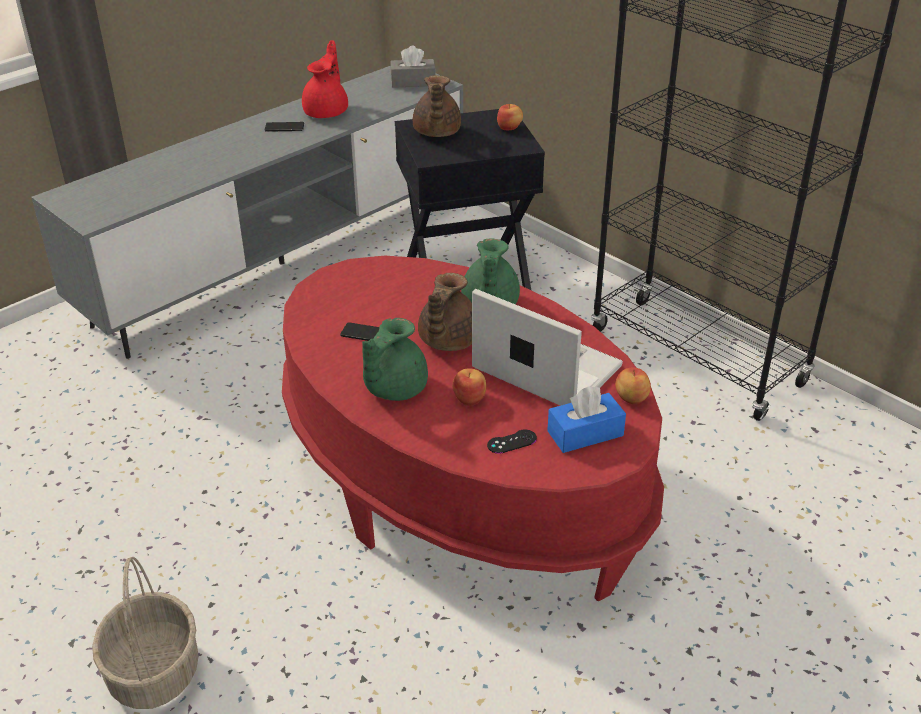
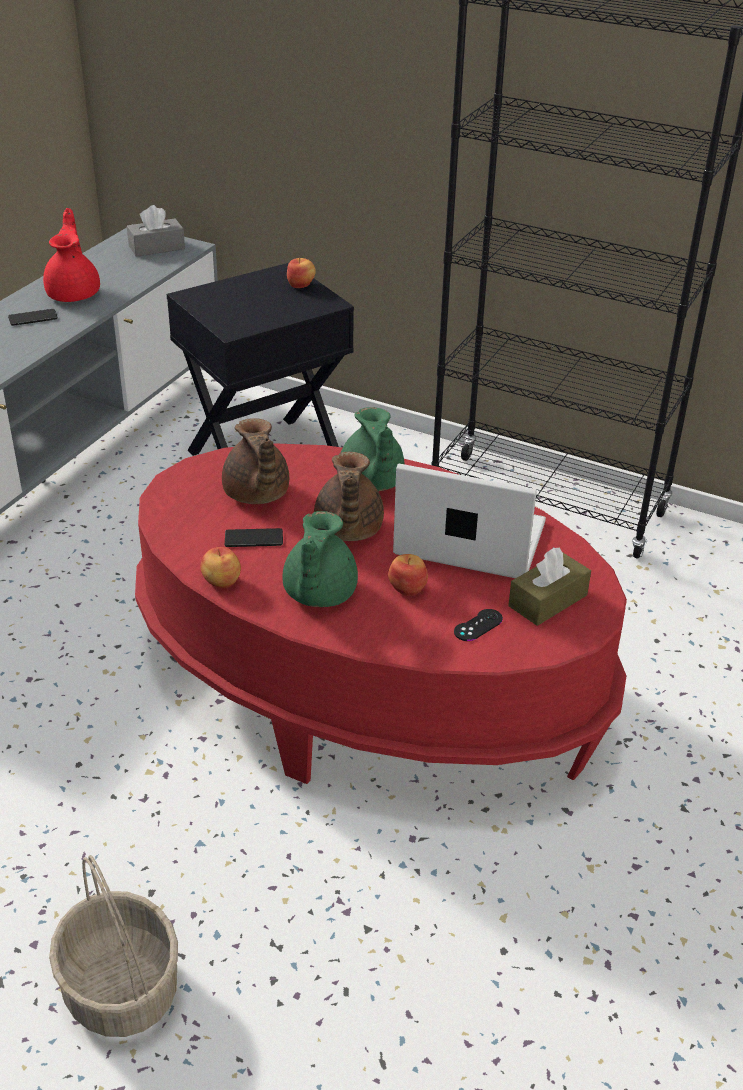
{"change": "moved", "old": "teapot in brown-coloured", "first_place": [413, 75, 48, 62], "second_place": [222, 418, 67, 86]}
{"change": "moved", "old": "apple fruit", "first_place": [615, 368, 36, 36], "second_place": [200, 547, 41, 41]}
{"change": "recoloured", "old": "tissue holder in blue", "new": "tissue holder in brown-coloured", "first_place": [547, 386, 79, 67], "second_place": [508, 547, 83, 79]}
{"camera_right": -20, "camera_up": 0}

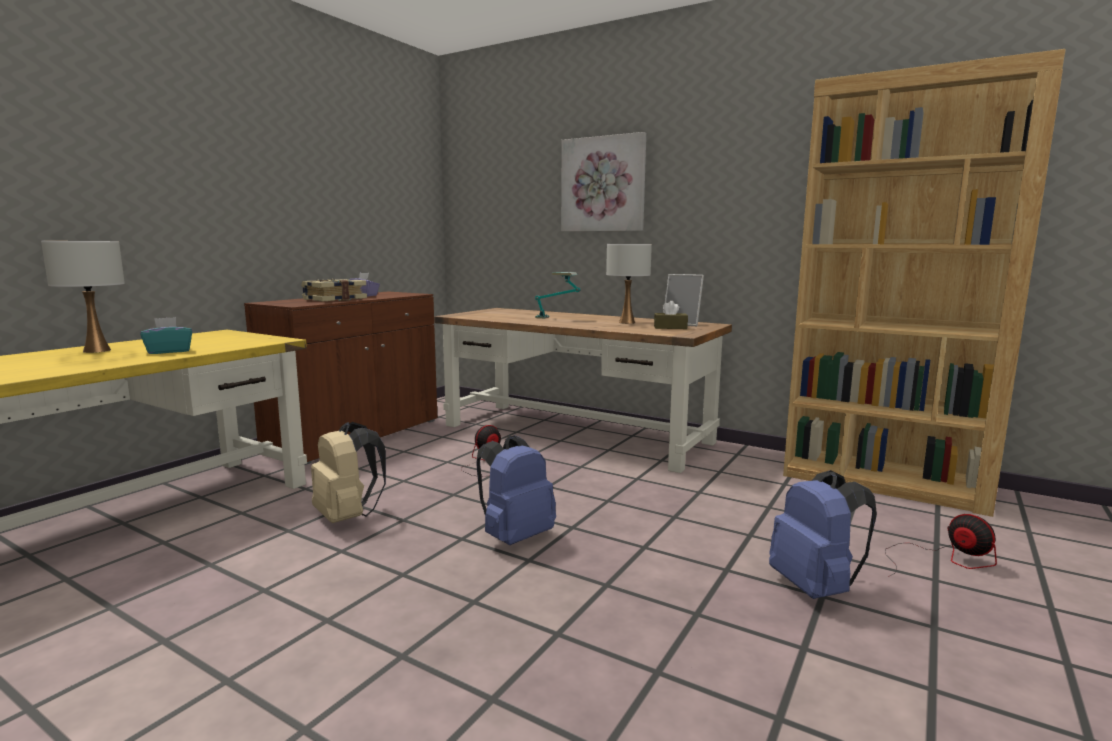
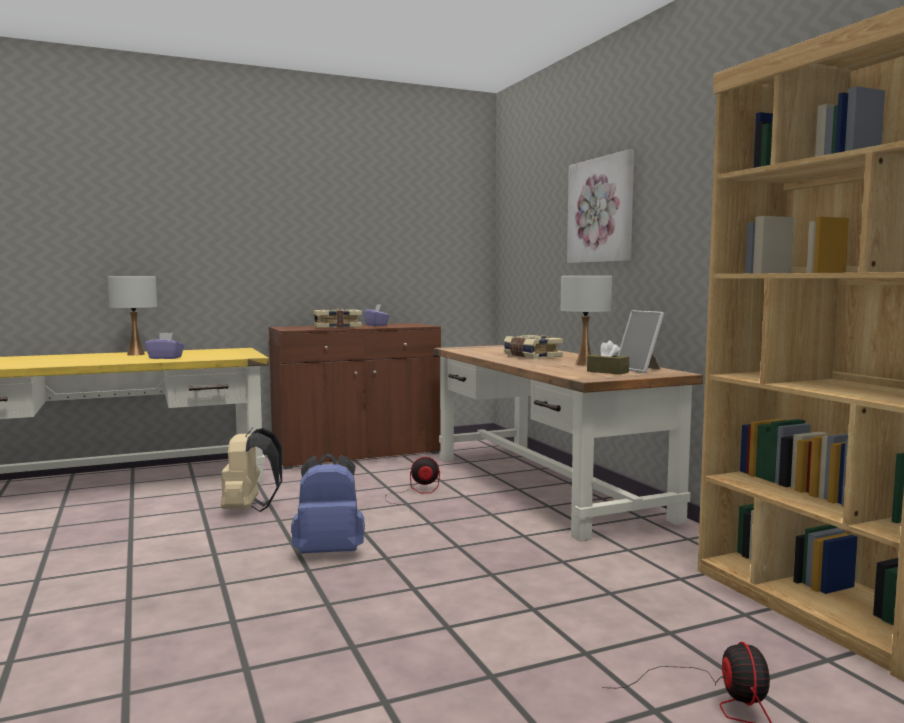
{"change": "replaced", "old": "lamp for a table", "new": "volume", "first_place": [535, 272, 45, 47], "second_place": [504, 335, 59, 24]}
{"change": "recoloured", "old": "tissue holder in turquoise-coloured", "new": "tissue holder in purplish", "first_place": [140, 317, 52, 37], "second_place": [145, 333, 40, 26]}
{"change": "removed", "old": "backpack in blue", "first_place": [769, 470, 108, 129]}
{"camera_right": 35, "camera_up": -5}

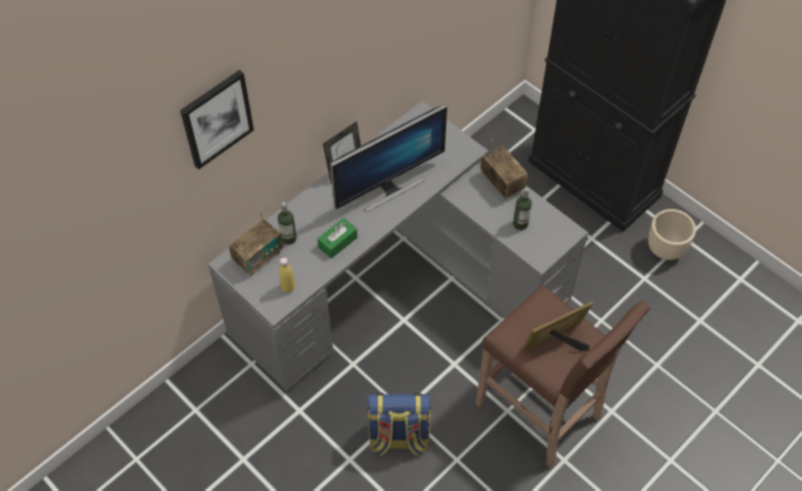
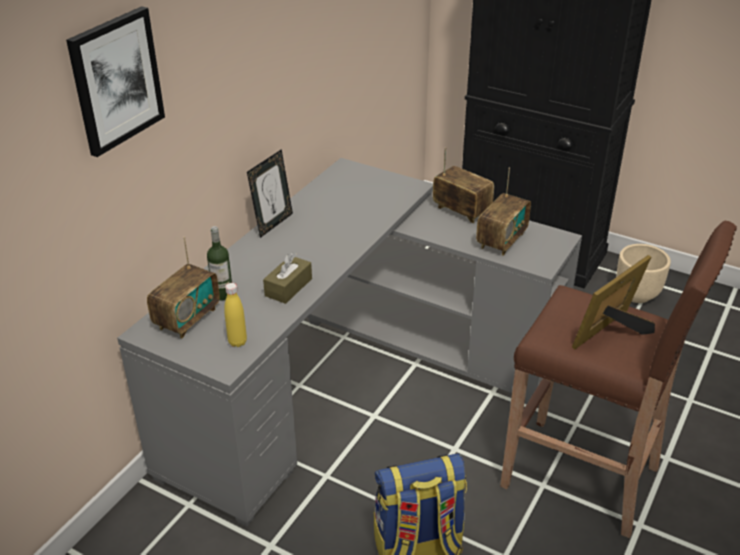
{"change": "removed", "old": "computer display", "first_place": [330, 104, 117, 108]}
{"change": "replaced", "old": "drink bottle", "new": "radio", "first_place": [513, 188, 19, 42], "second_place": [476, 168, 55, 88]}
{"change": "recoloured", "old": "tissue holder in greenish", "new": "tissue holder in brown-coloured", "first_place": [317, 218, 40, 41], "second_place": [263, 252, 49, 52]}
{"camera_right": -15, "camera_up": -20}

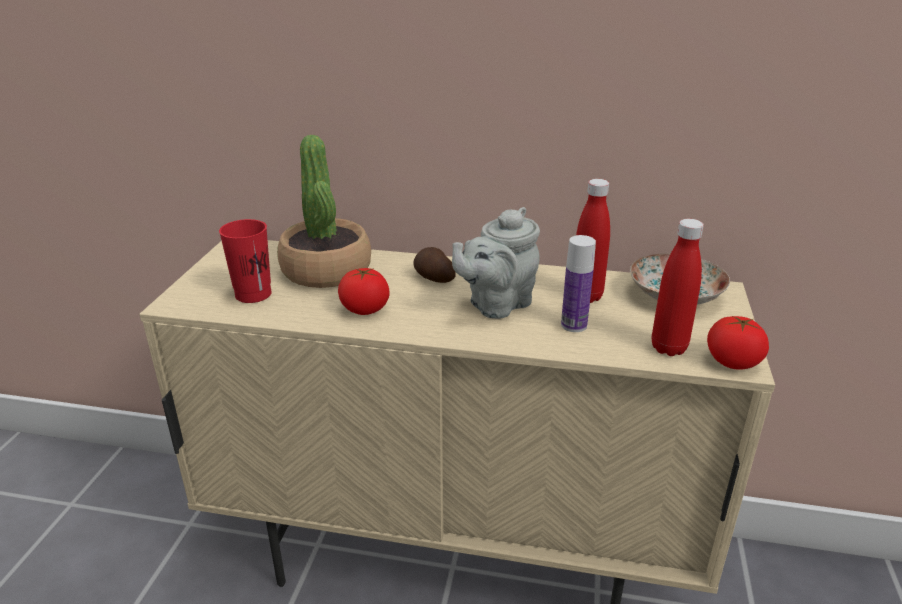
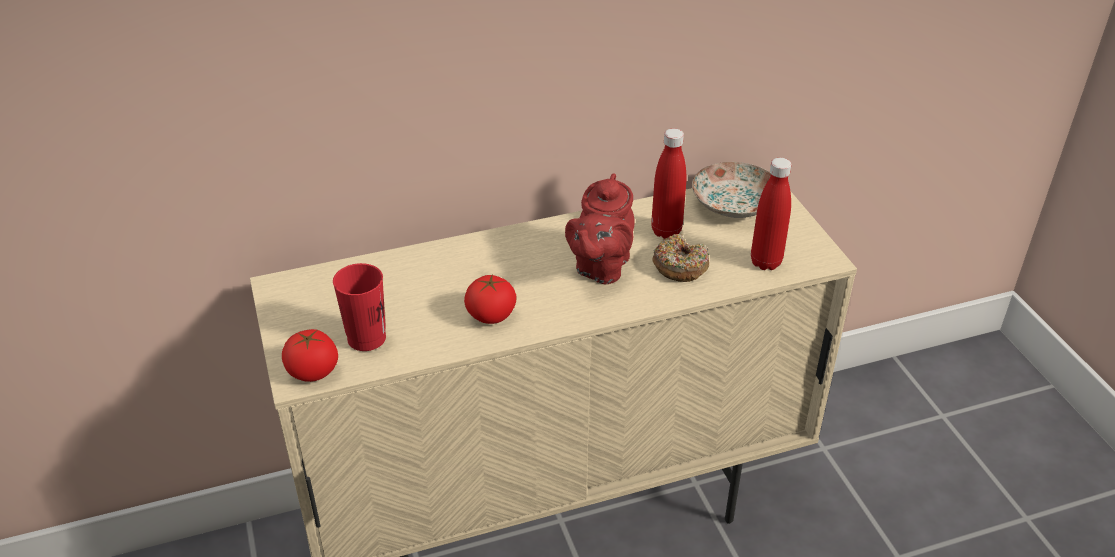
{"change": "removed", "old": "potted plant", "first_place": [277, 135, 94, 153]}
{"change": "recoloured", "old": "teapot in greyish", "new": "teapot in red-coloured", "first_place": [452, 207, 88, 112], "second_place": [565, 173, 70, 111]}
{"change": "replaced", "old": "drink bottle", "new": "doughnut", "first_place": [561, 235, 35, 97], "second_place": [652, 234, 57, 48]}
{"change": "removed", "old": "potato", "first_place": [413, 247, 43, 36]}
{"change": "moved", "old": "whole tomato", "first_place": [707, 316, 62, 54], "second_place": [282, 329, 56, 53]}
{"camera_right": -30, "camera_up": 10}

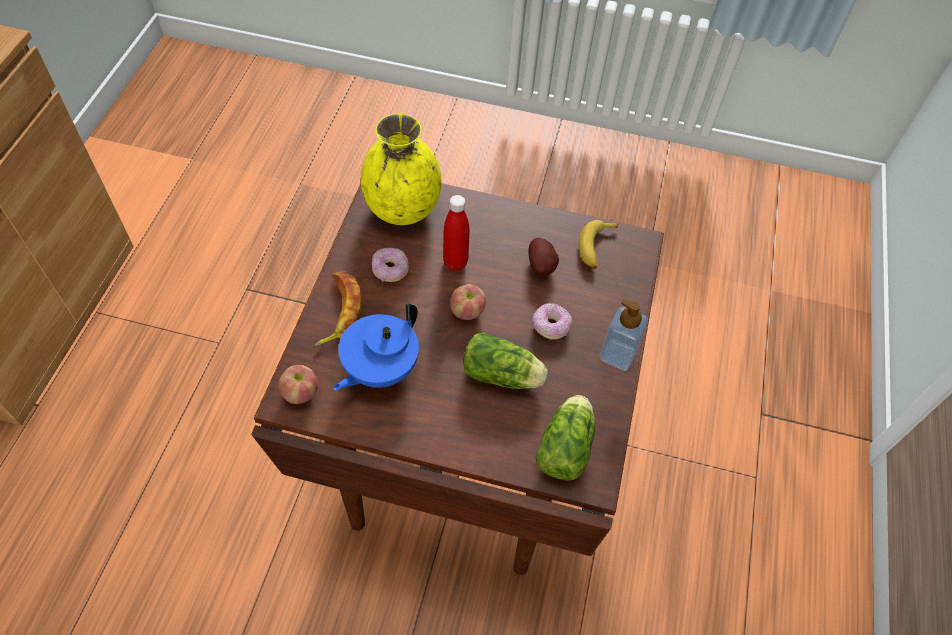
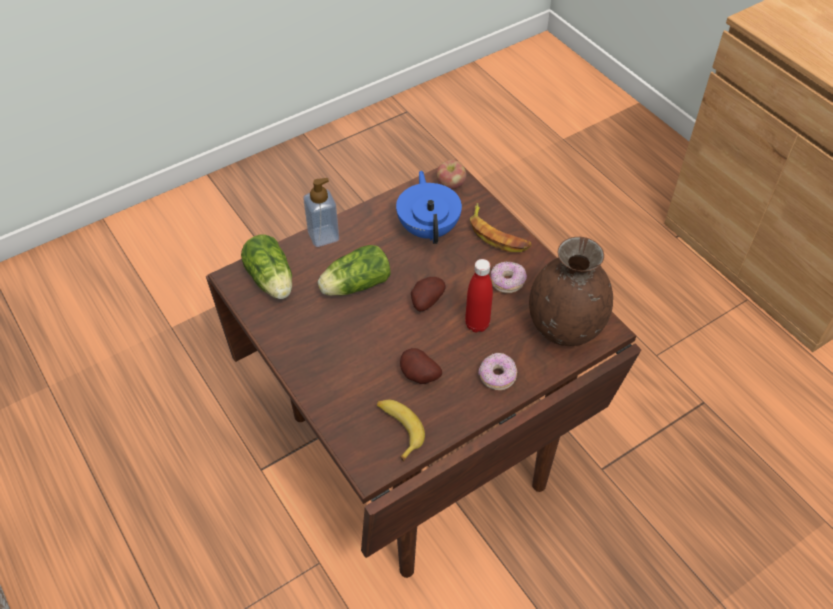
{"change": "recoloured", "old": "vase in yellow", "new": "vase in brown-coloured", "first_place": [361, 113, 80, 112], "second_place": [529, 237, 84, 109]}
{"change": "replaced", "old": "apple fruit", "new": "potato", "first_place": [450, 284, 36, 36], "second_place": [411, 277, 35, 34]}
{"change": "moved", "old": "liquid soap bottle", "first_place": [600, 299, 48, 72], "second_place": [303, 178, 36, 69]}
{"change": "moved", "old": "doughnut", "first_place": [533, 303, 39, 37], "second_place": [478, 353, 39, 37]}
{"camera_right": 135, "camera_up": -5}

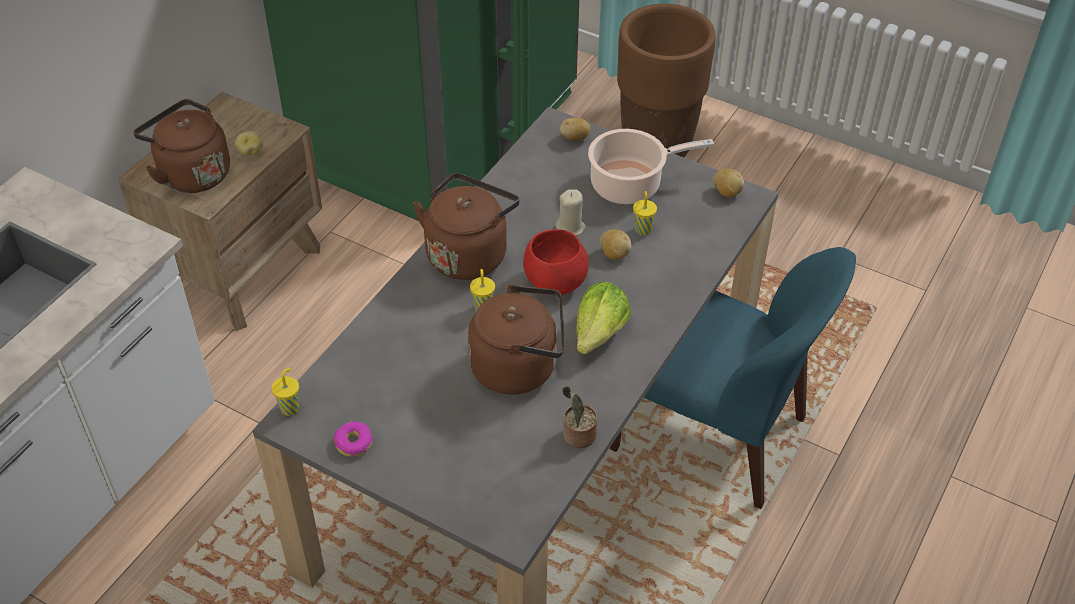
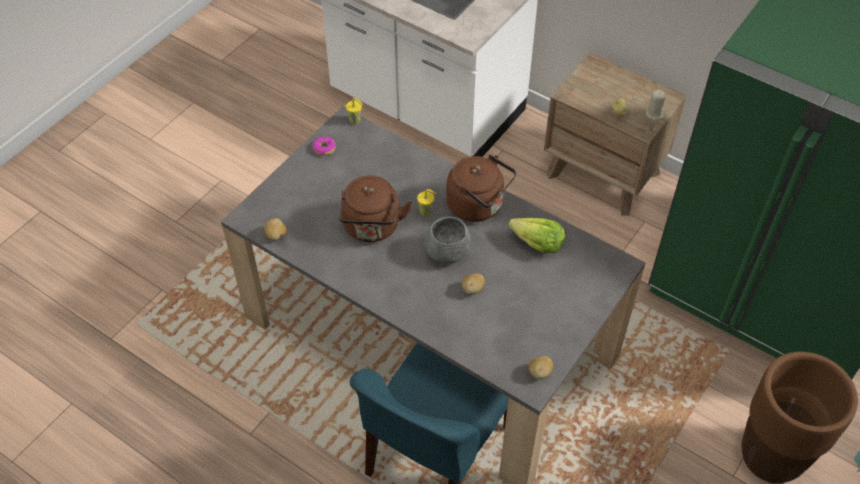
{"change": "removed", "old": "water kettle in brown-coloured", "first_place": [133, 99, 97, 94]}
{"change": "moved", "old": "potato", "first_place": [560, 117, 31, 24], "second_place": [264, 218, 23, 23]}
{"change": "removed", "old": "stockpot", "first_place": [588, 129, 126, 75]}
{"change": "moved", "old": "candle in beige-coloured", "first_place": [556, 189, 30, 47], "second_place": [646, 90, 20, 31]}
{"change": "removed", "old": "small cup in yellow", "first_place": [633, 191, 24, 45]}
{"change": "recoloured", "old": "serving bowl in red-coloured", "new": "serving bowl in greyish", "first_place": [523, 229, 66, 66], "second_place": [424, 217, 47, 47]}
{"change": "moved", "old": "lettuce", "first_place": [576, 282, 55, 72], "second_place": [508, 218, 57, 35]}
{"change": "removed", "old": "potted plant", "first_place": [562, 386, 36, 62]}
{"camera_right": 95, "camera_up": 5}

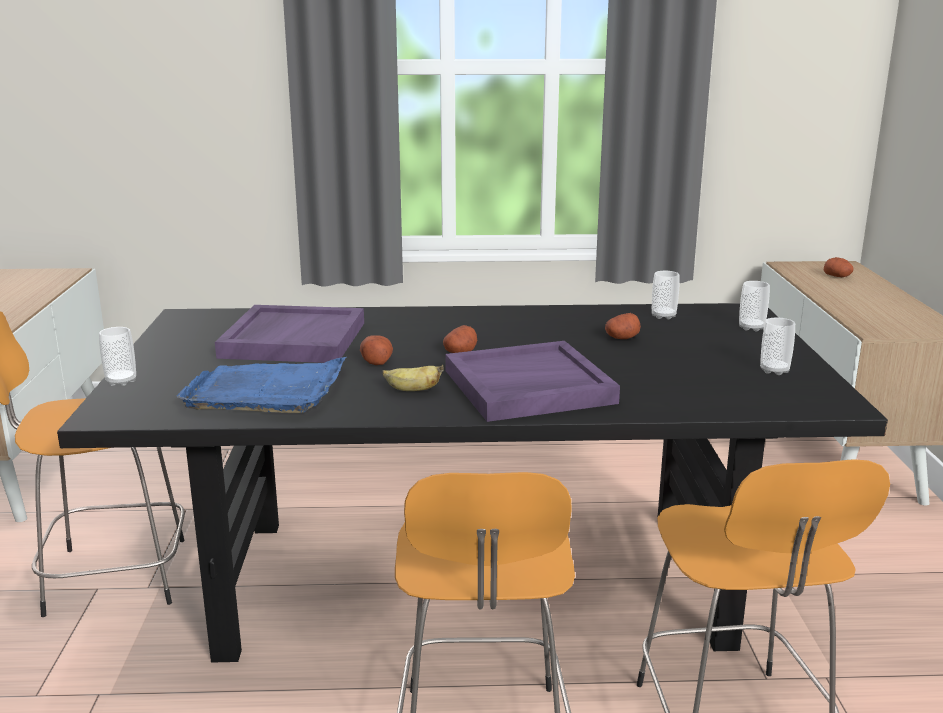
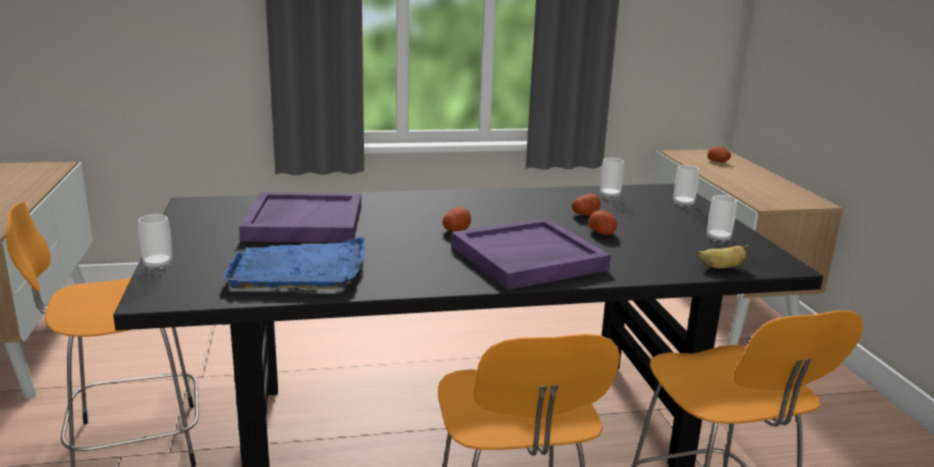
{"change": "moved", "old": "potato", "first_place": [360, 335, 33, 30], "second_place": [588, 210, 29, 25]}
{"change": "moved", "old": "banana fruit", "first_place": [382, 365, 62, 26], "second_place": [697, 245, 52, 23]}
{"camera_right": -10, "camera_up": 0}

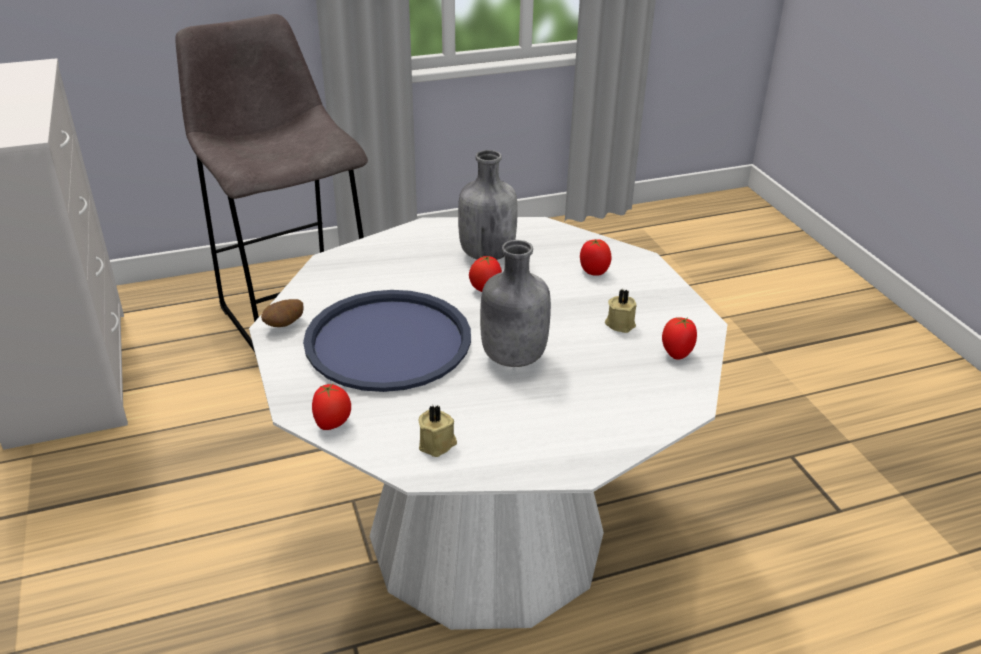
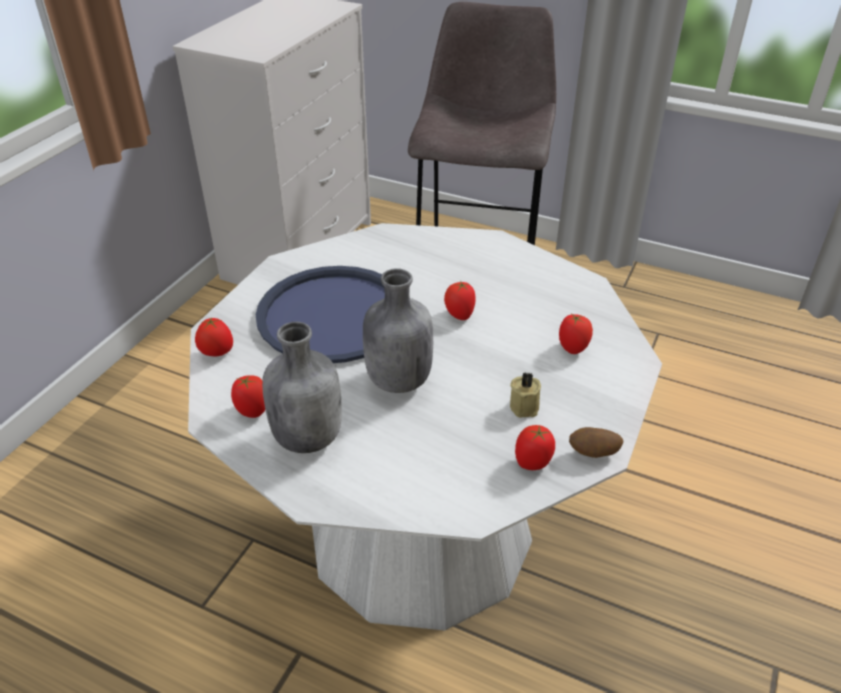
{"change": "moved", "old": "drink bottle in greyish", "first_place": [458, 150, 60, 110], "second_place": [262, 322, 80, 131]}
{"change": "moved", "old": "potato", "first_place": [261, 299, 43, 28], "second_place": [569, 427, 55, 31]}
{"change": "replaced", "old": "candle in beige-coloured", "new": "whole tomato", "first_place": [419, 405, 38, 52], "second_place": [231, 375, 34, 43]}
{"camera_right": 45, "camera_up": 5}

